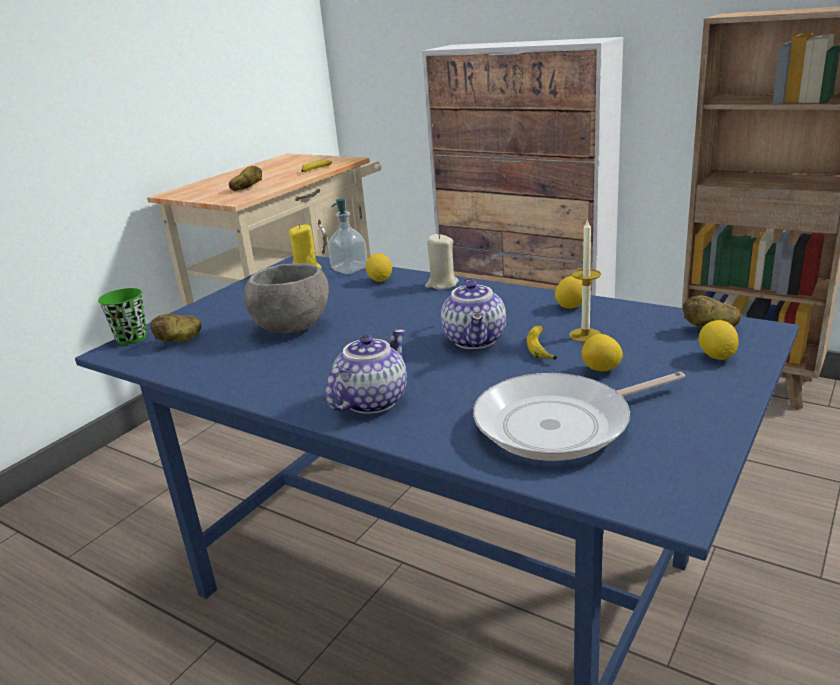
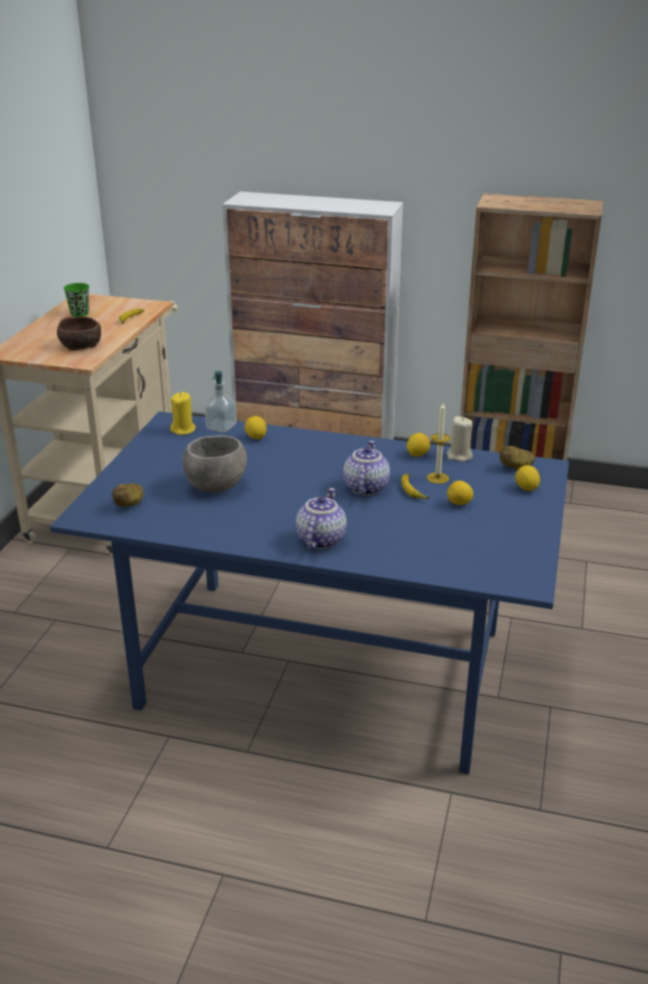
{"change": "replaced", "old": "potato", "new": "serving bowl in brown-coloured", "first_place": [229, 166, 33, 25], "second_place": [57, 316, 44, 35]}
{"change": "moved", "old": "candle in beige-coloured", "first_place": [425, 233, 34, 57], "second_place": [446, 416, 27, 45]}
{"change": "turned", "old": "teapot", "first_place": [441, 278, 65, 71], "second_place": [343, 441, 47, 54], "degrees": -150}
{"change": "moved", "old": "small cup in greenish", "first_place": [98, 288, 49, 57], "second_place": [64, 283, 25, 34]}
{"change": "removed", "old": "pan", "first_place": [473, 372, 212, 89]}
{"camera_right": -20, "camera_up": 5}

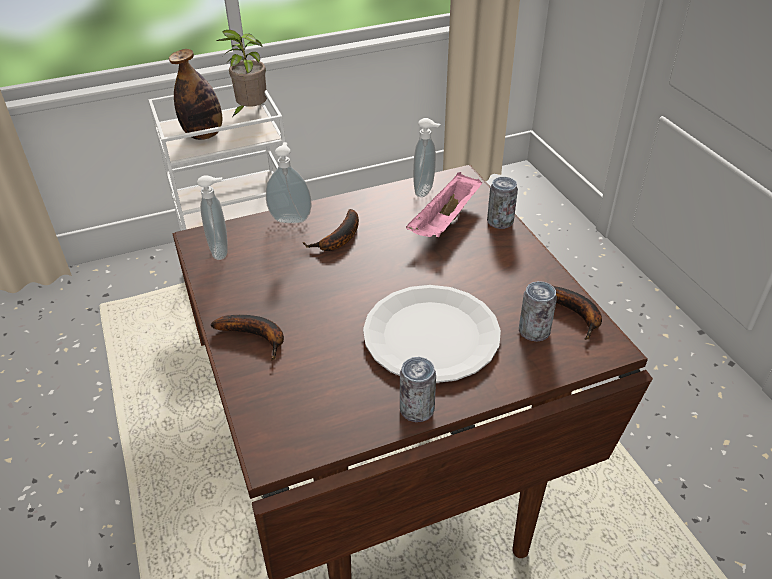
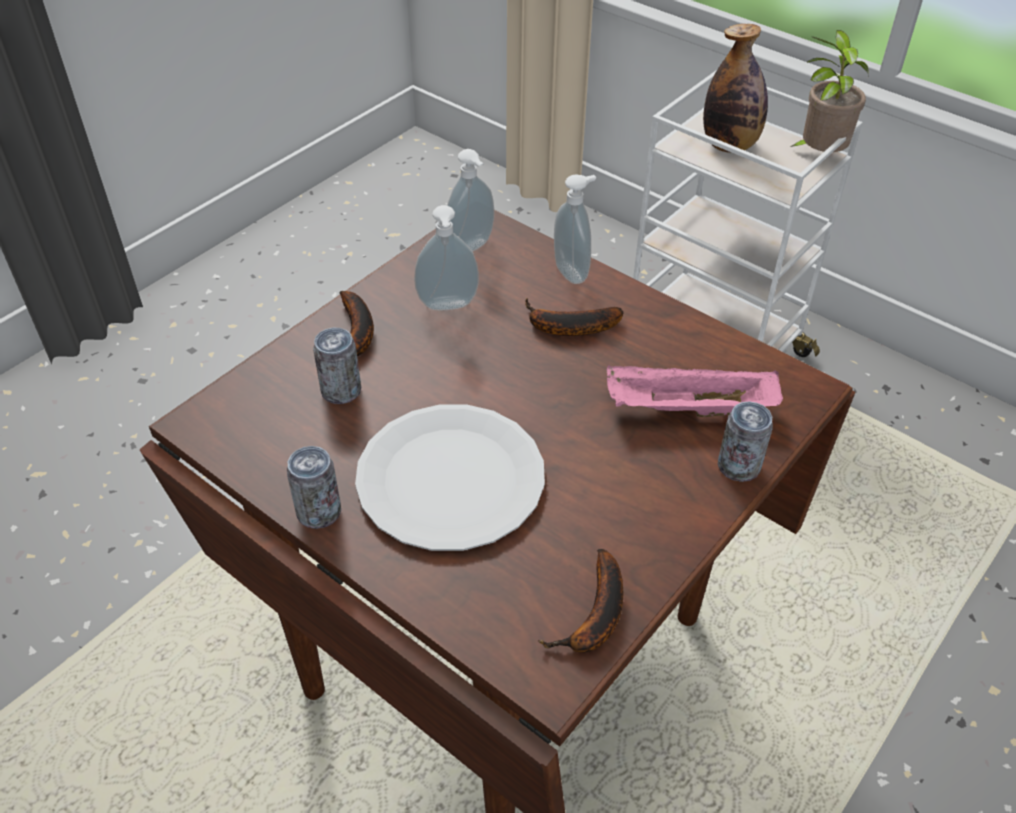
{"change": "moved", "old": "liquid soap bottle", "first_place": [413, 118, 27, 79], "second_place": [414, 205, 65, 105]}
{"change": "moved", "old": "sealed can", "first_place": [519, 281, 38, 60], "second_place": [313, 328, 48, 76]}
{"camera_right": 60, "camera_up": 5}

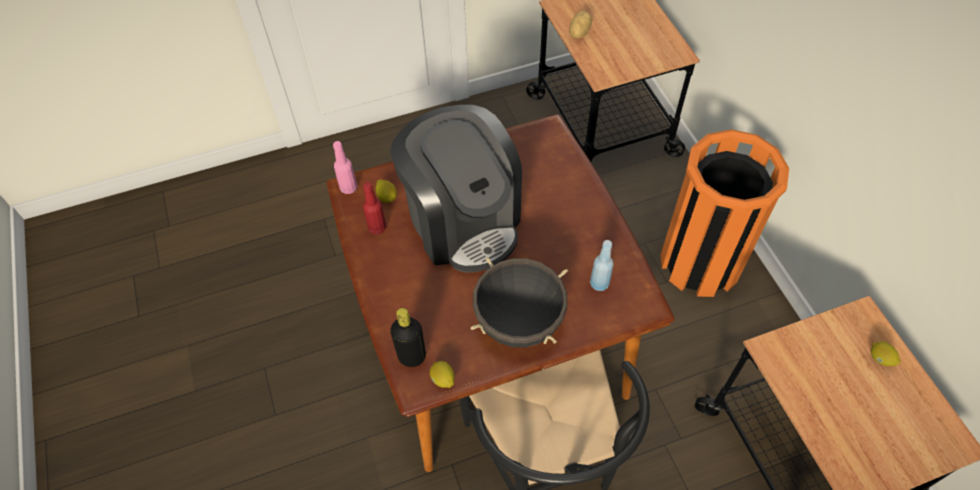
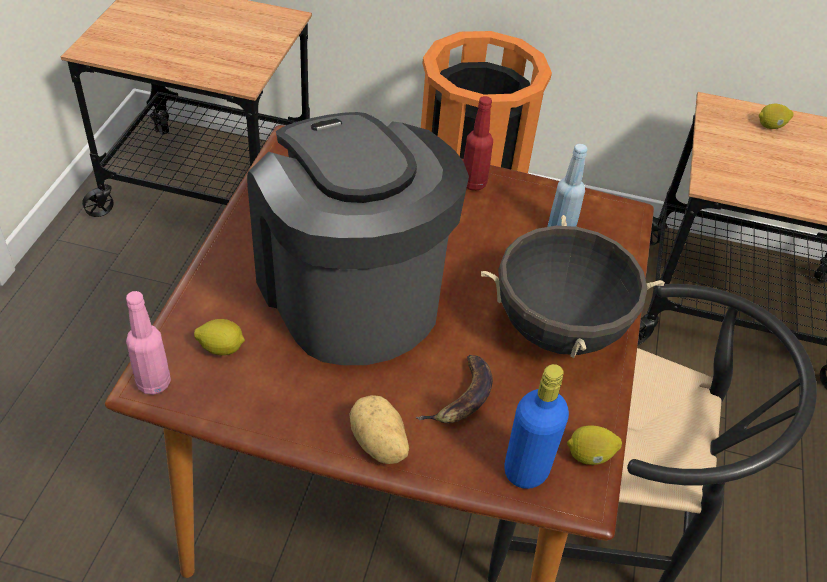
{"change": "moved", "old": "potato", "first_place": [569, 11, 23, 28], "second_place": [349, 395, 60, 69]}
{"change": "turned", "old": "coffee brewer", "first_place": [390, 105, 132, 167], "second_place": [247, 112, 222, 253], "degrees": -120}
{"change": "moved", "old": "drink bottle in red-coloured", "first_place": [363, 182, 23, 52], "second_place": [463, 96, 30, 95]}
{"change": "recoloured", "old": "drink bottle in blackish", "new": "drink bottle in blue", "first_place": [390, 308, 36, 59], "second_place": [504, 364, 65, 125]}
{"change": "added", "new": "banana fruit", "second_place": [415, 355, 78, 68]}
{"camera_right": -60, "camera_up": -10}

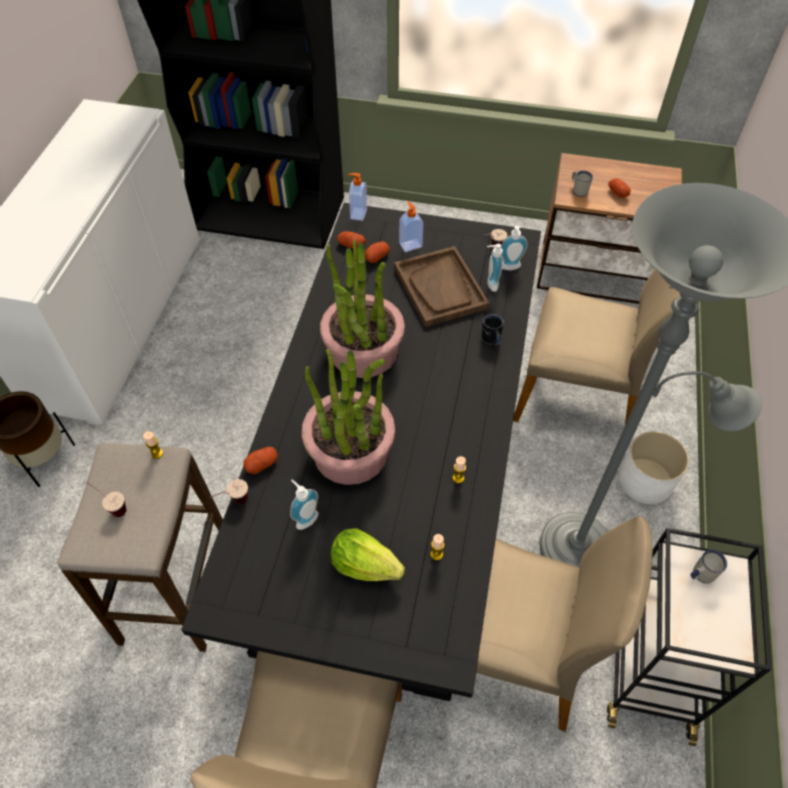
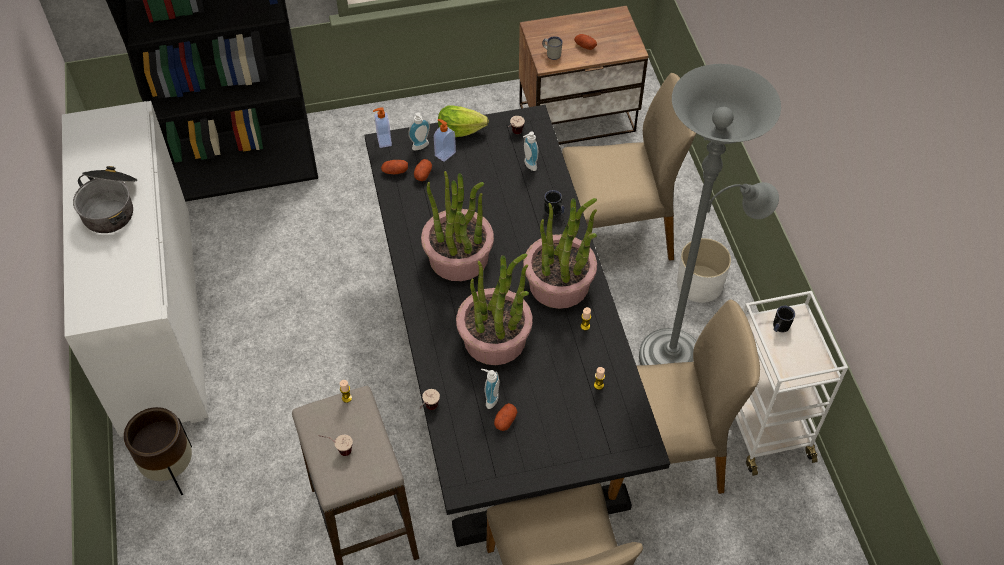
{"change": "moved", "old": "liquid soap bottle", "first_place": [501, 226, 27, 44], "second_place": [408, 112, 22, 39]}
{"change": "removed", "old": "serving tray in brown-coloured", "first_place": [394, 246, 95, 81]}
{"change": "moved", "old": "potato", "first_place": [243, 447, 35, 27], "second_place": [494, 403, 23, 28]}
{"change": "moved", "old": "lettuce", "first_place": [331, 528, 74, 53], "second_place": [438, 106, 51, 31]}
{"change": "recoloured", "old": "trolley in blackish", "new": "trolley in white", "first_place": [606, 528, 165, 218], "second_place": [735, 291, 113, 185]}
{"change": "recoloured", "old": "coffee mug in white", "new": "coffee mug in blackish", "first_place": [690, 550, 37, 33], "second_place": [773, 306, 22, 27]}
{"change": "added", "new": "stockpot", "second_place": [73, 166, 64, 67]}
{"change": "added", "new": "potted plant", "second_place": [523, 198, 74, 111]}
{"camera_right": -25, "camera_up": 0}

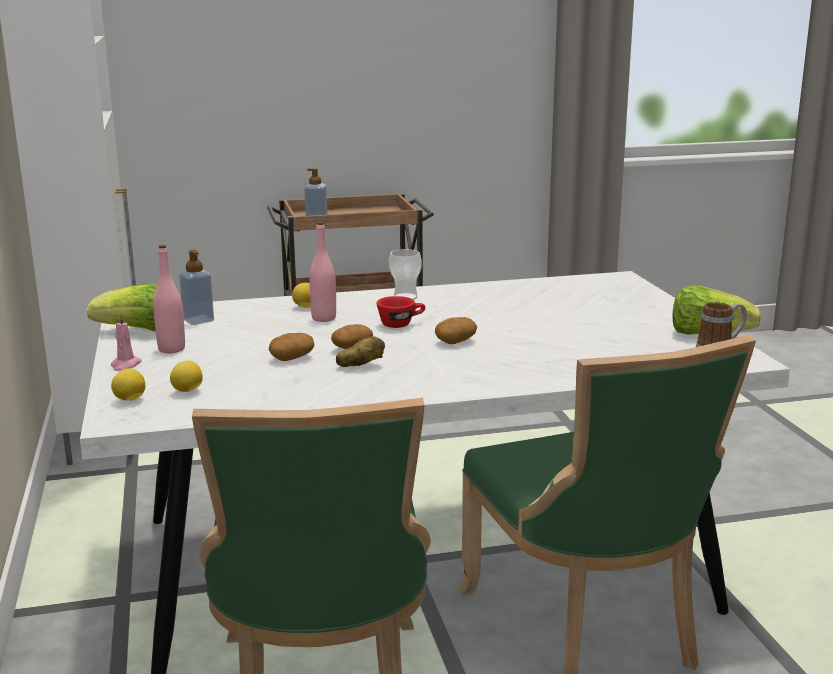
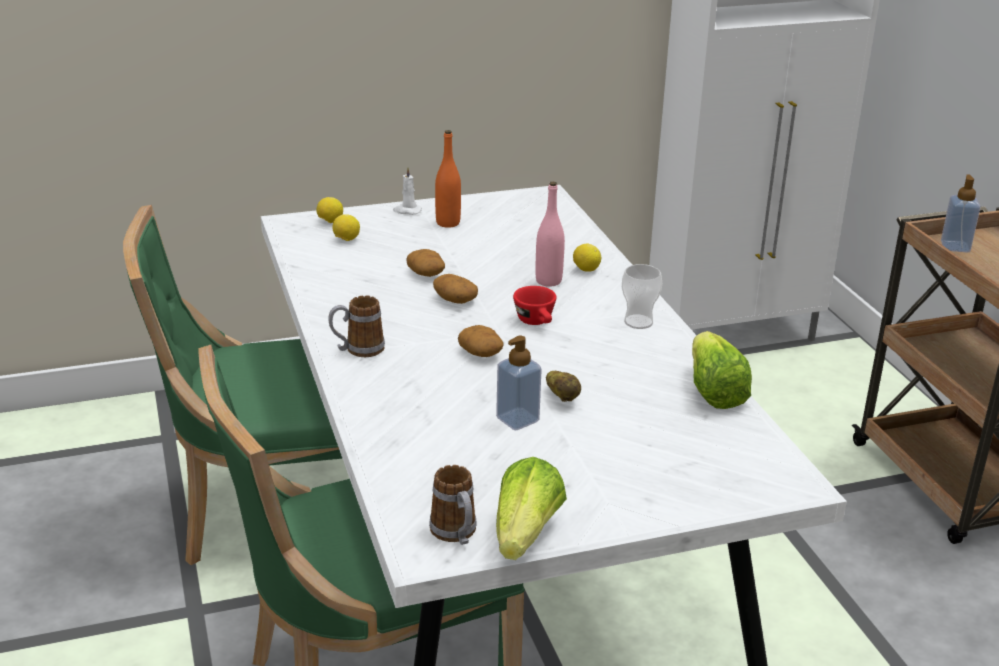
{"change": "recoloured", "old": "drink bottle in pinkish", "new": "drink bottle in orange", "first_place": [153, 245, 32, 108], "second_place": [435, 130, 26, 98]}
{"change": "moved", "old": "liquid soap bottle", "first_place": [179, 250, 35, 75], "second_place": [496, 336, 46, 94]}
{"change": "moved", "old": "lettuce", "first_place": [87, 283, 71, 48], "second_place": [692, 331, 60, 78]}
{"change": "recoloured", "old": "candle in pinkish", "new": "candle in white", "first_place": [111, 312, 31, 59], "second_place": [393, 167, 29, 48]}
{"change": "moved", "old": "potato", "first_place": [336, 336, 49, 31], "second_place": [546, 371, 35, 31]}
{"change": "added", "new": "coffee mug", "second_place": [328, 295, 57, 62]}
{"camera_right": 85, "camera_up": 10}

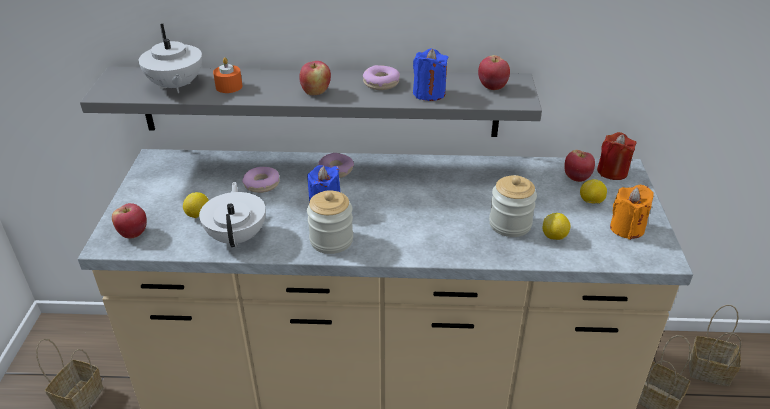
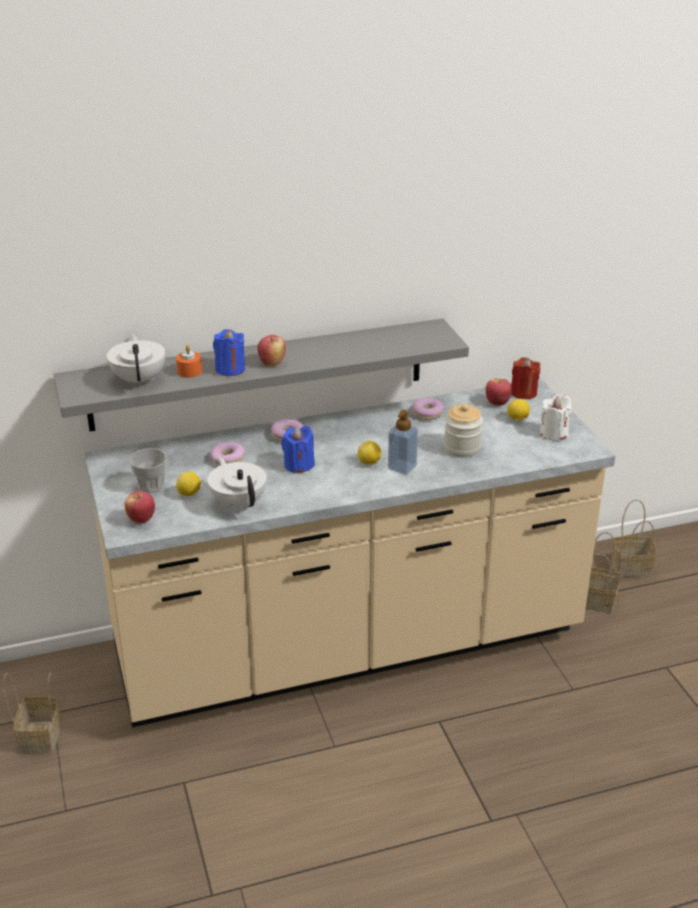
{"change": "turned", "old": "teapot in white", "first_place": [139, 24, 63, 69], "second_place": [107, 334, 58, 53], "degrees": -150}
{"change": "moved", "old": "candle in blue", "first_place": [413, 49, 35, 52], "second_place": [213, 329, 32, 47]}
{"change": "removed", "old": "apple fruit", "first_place": [478, 55, 32, 35]}
{"change": "moved", "old": "doughnut", "first_place": [363, 65, 37, 25], "second_place": [412, 398, 32, 22]}
{"change": "recoloured", "old": "candle in orange", "new": "candle in white", "first_place": [610, 185, 44, 55], "second_place": [540, 394, 32, 47]}
{"change": "removed", "old": "preserve jar", "first_place": [307, 190, 46, 64]}
{"change": "moved", "old": "citrus fruit", "first_place": [543, 213, 28, 27], "second_place": [358, 441, 23, 23]}
{"change": "added", "new": "liquid soap bottle", "second_place": [388, 410, 30, 65]}
{"change": "added", "new": "small cup", "second_place": [129, 448, 38, 45]}
{"camera_right": -20, "camera_up": -5}

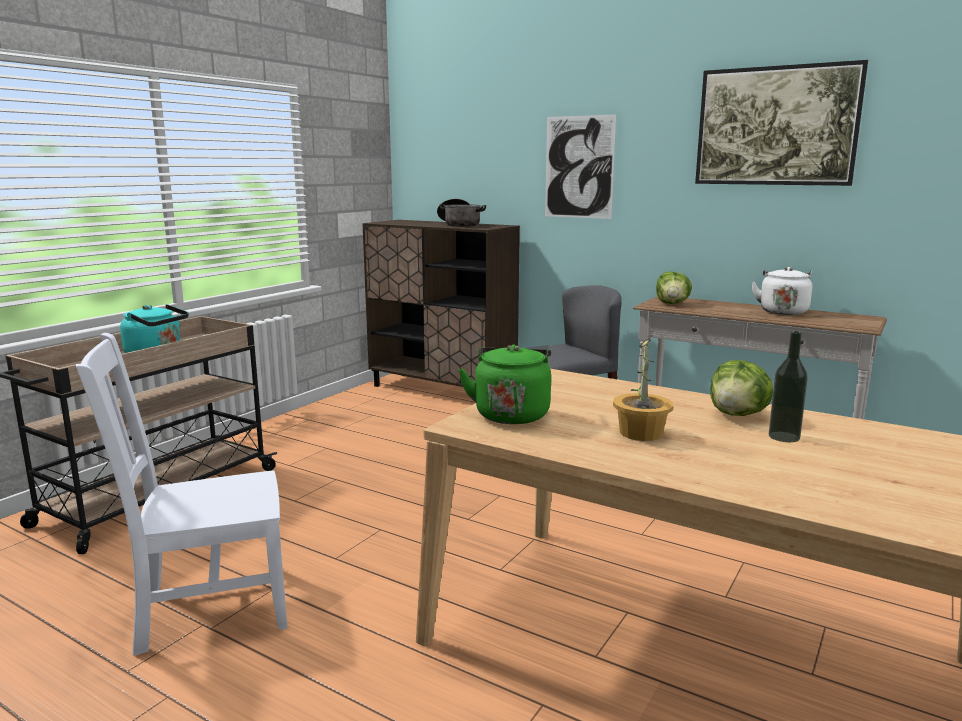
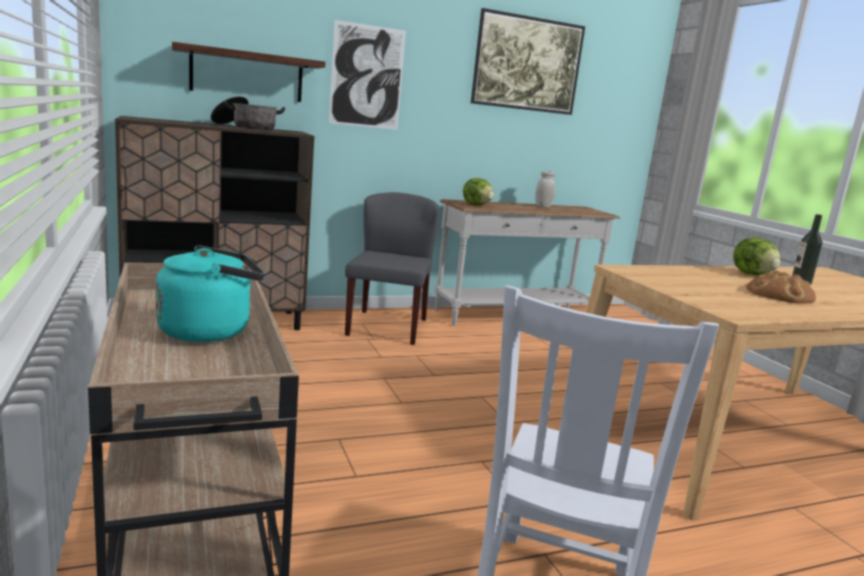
{"change": "replaced", "old": "water kettle in white", "new": "preserve jar in white", "first_place": [751, 267, 61, 48], "second_place": [535, 171, 20, 36]}
{"change": "replaced", "old": "potted plant", "new": "baked bread", "first_place": [613, 338, 60, 103], "second_place": [747, 270, 69, 34]}
{"change": "removed", "old": "water kettle in greenish", "first_place": [458, 344, 93, 80]}
{"change": "added", "new": "bracket shelf", "second_place": [172, 42, 153, 60]}
{"camera_right": -55, "camera_up": 0}

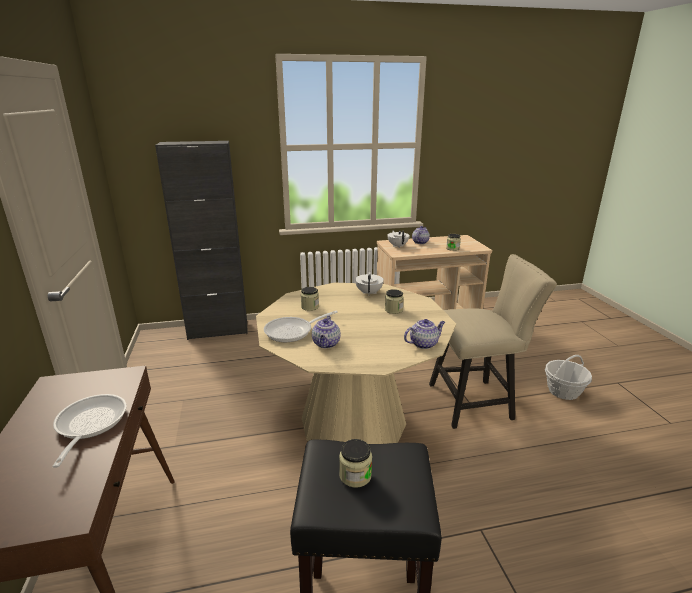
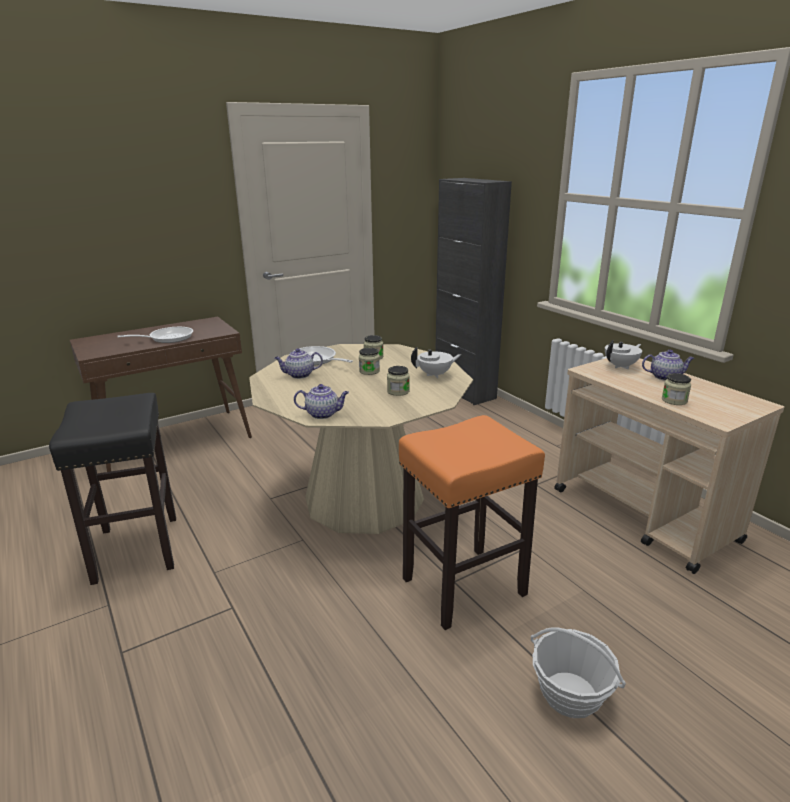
{"change": "replaced", "old": "plain chair in beige-coloured", "new": "sitting stool in orange", "first_place": [429, 254, 128, 175], "second_place": [399, 415, 146, 215]}
{"change": "turned", "old": "teapot", "first_place": [404, 319, 41, 30], "second_place": [294, 384, 55, 35], "degrees": -45}
{"change": "moved", "old": "preserve jar", "first_place": [339, 439, 33, 49], "second_place": [359, 348, 21, 27]}
{"camera_right": 70, "camera_up": 0}

